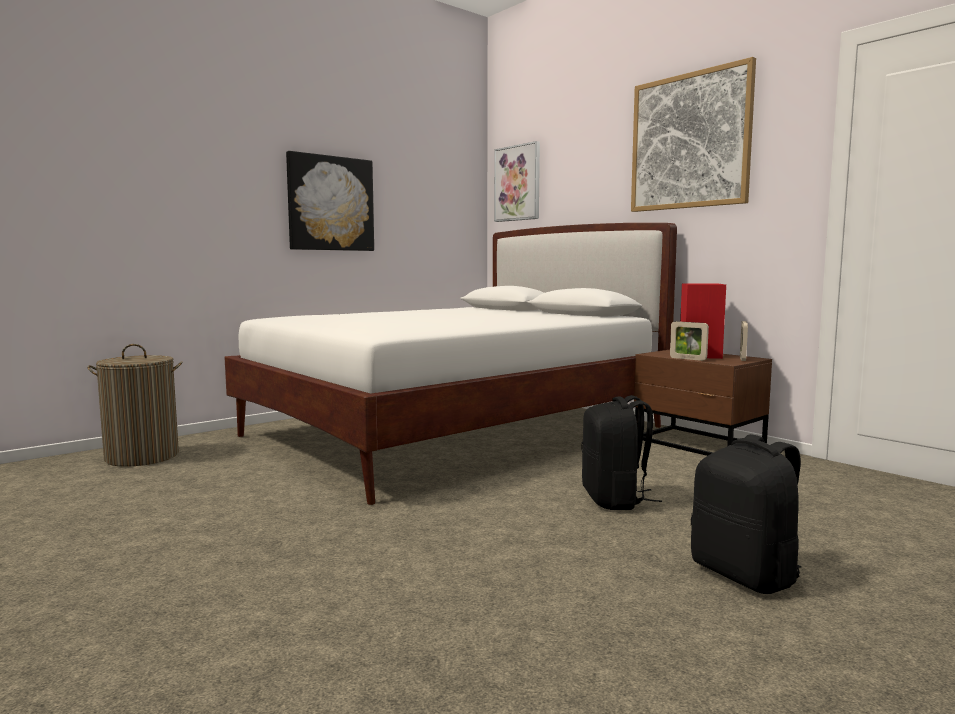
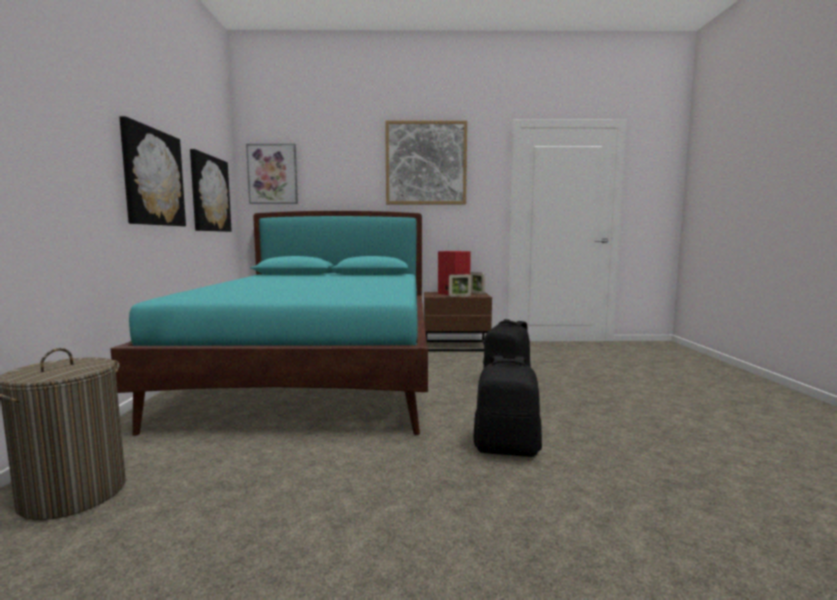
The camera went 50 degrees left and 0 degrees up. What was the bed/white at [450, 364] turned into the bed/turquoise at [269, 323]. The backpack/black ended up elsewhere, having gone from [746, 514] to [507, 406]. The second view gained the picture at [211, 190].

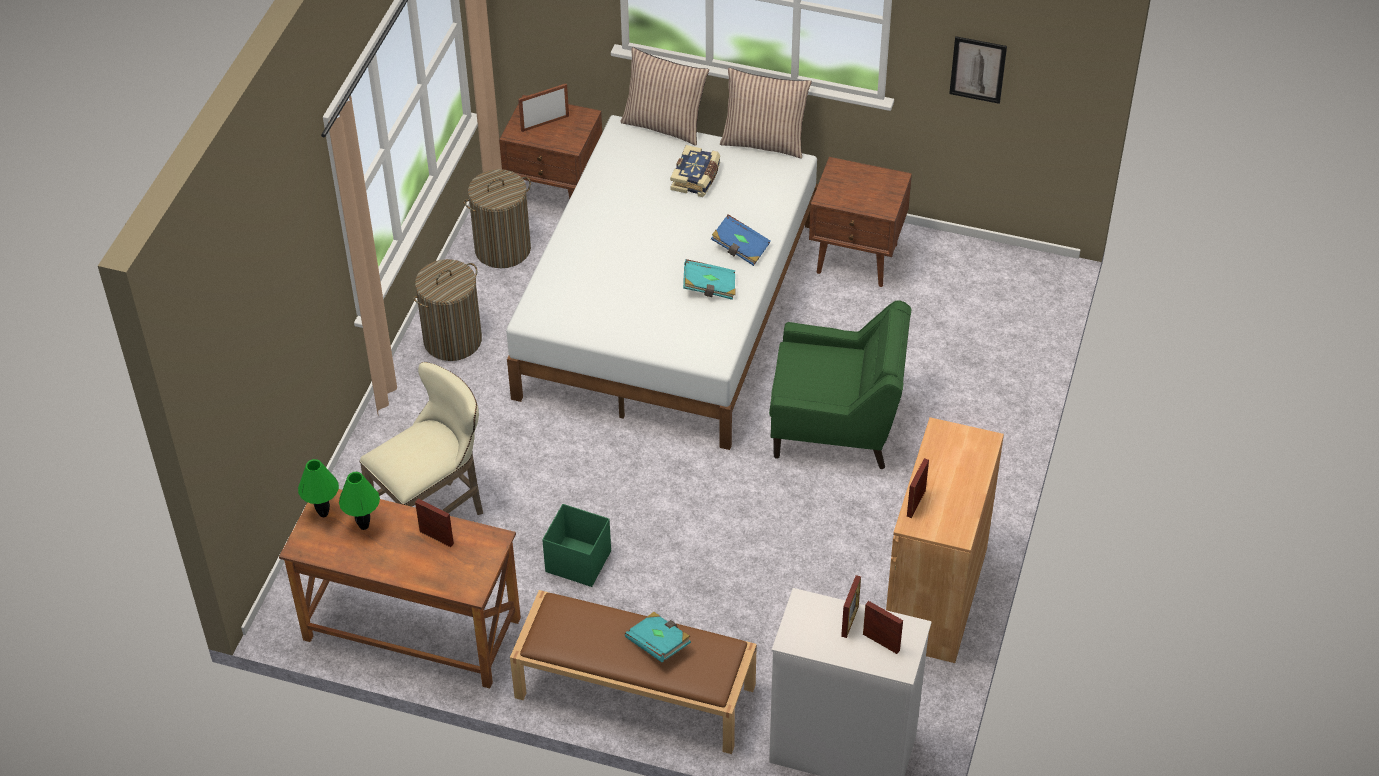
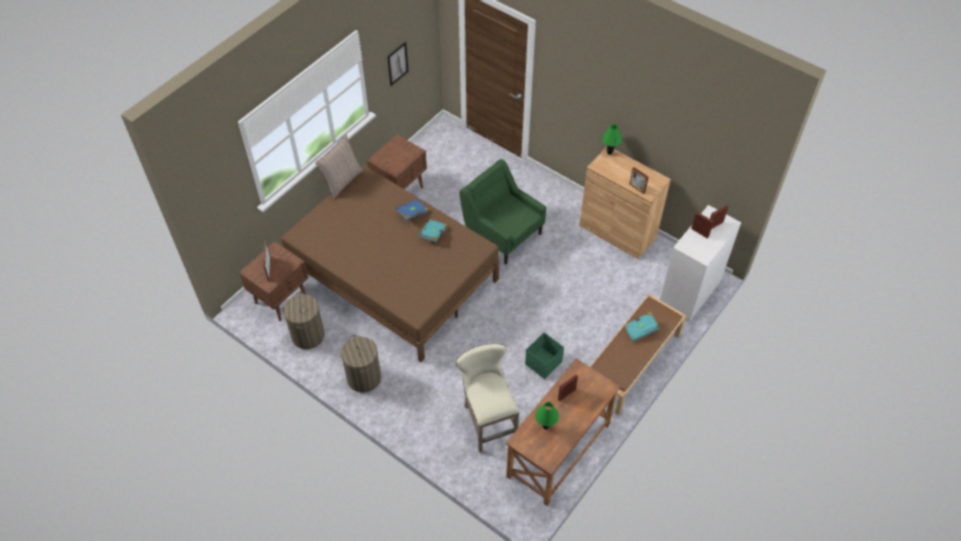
The camera went 70 degrees left and 5 degrees up. The table lamp/green ended up elsewhere, having gone from [318, 488] to [612, 139]. What was the bed/white at [662, 282] turned into the bed/brown at [390, 263]. The second view lost the pillow at [664, 96]. The second view lost the book at [695, 171]. The armchair/green at [840, 384] ended up facing another way, 75 degrees counterclockwise from before.

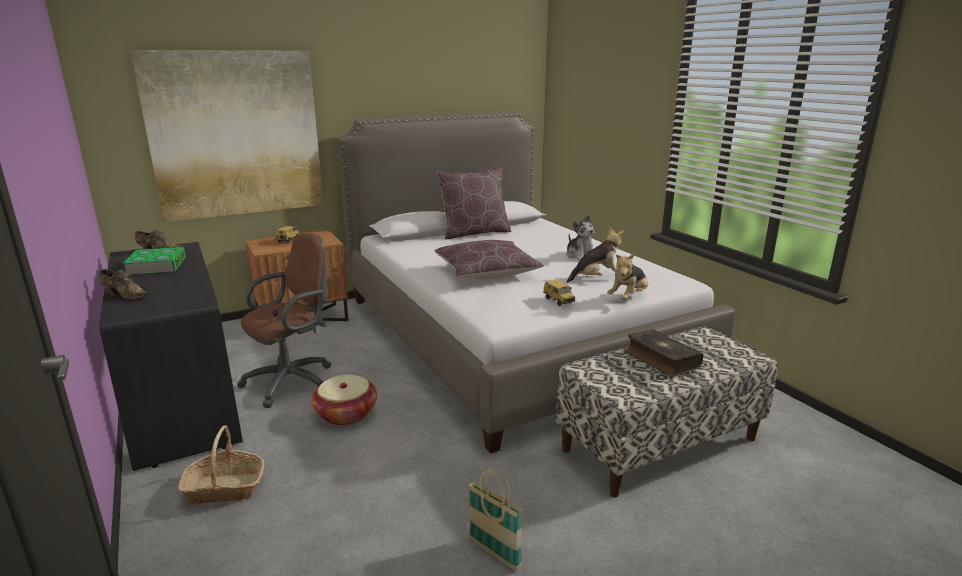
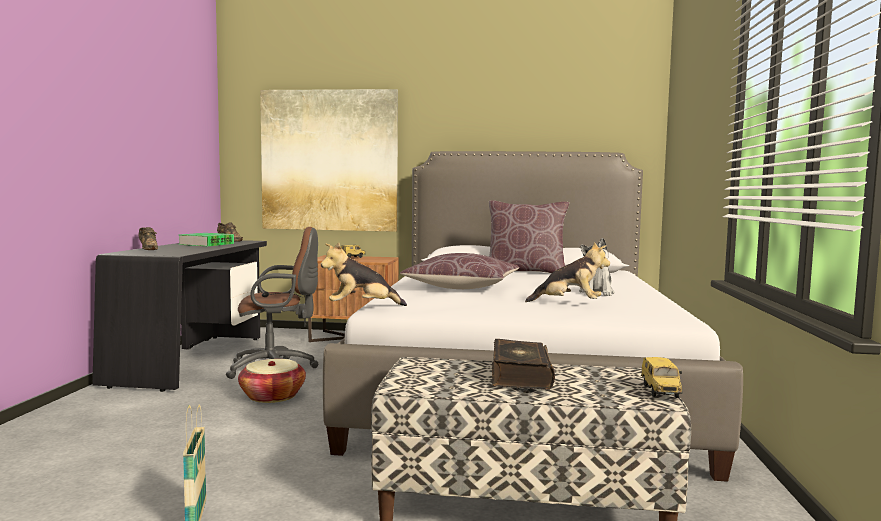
The camera went 35 degrees right and 15 degrees down. The second view lost the basket at [221, 465]. The toy car ended up elsewhere, having gone from [559, 293] to [662, 377]. The plush toy ended up elsewhere, having gone from [627, 277] to [364, 274].

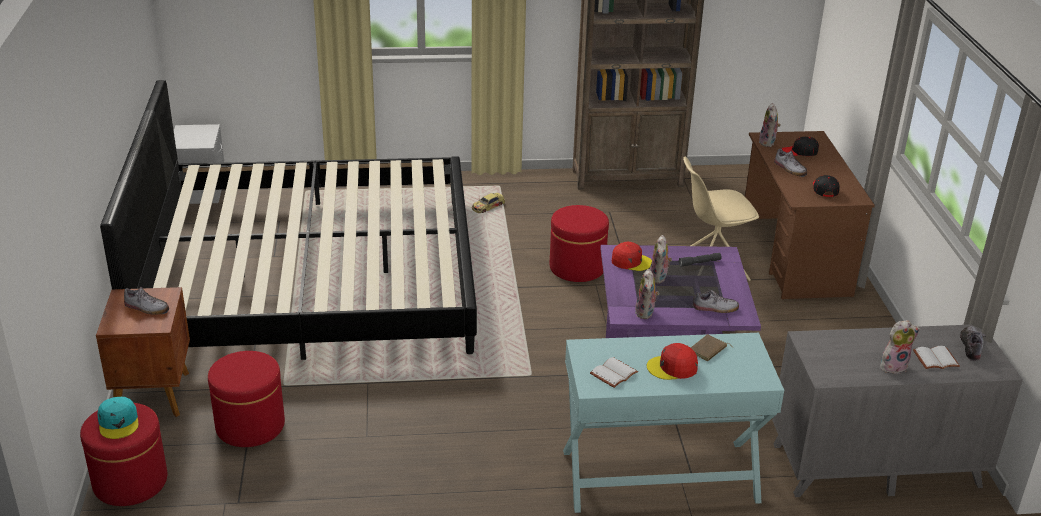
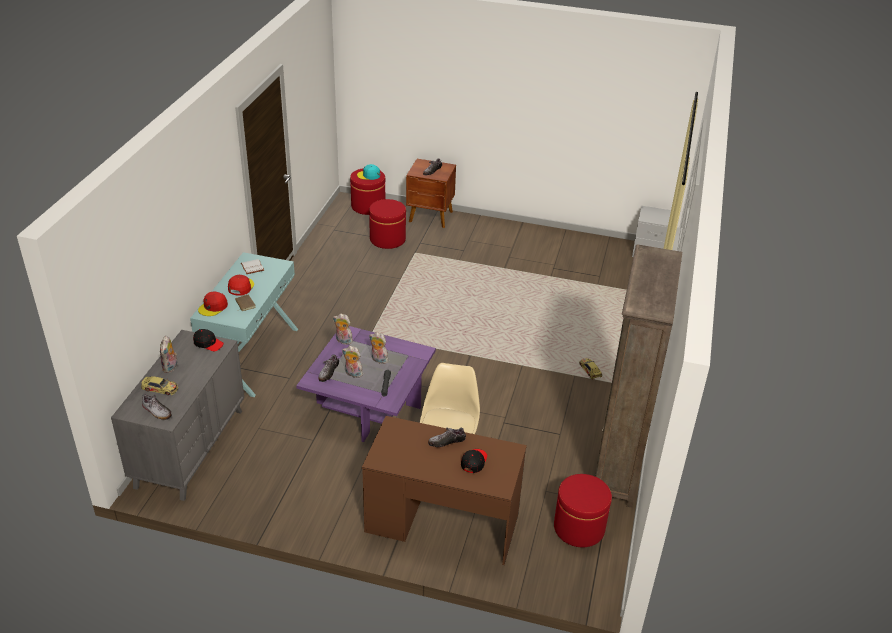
The camera went 110 degrees right and 5 degrees up. The second view lost the bed at [288, 220]. The ottoman/red ended up elsewhere, having gone from [579, 243] to [583, 510]. The cap/red ended up elsewhere, having gone from [632, 256] to [213, 303]. The plush toy ended up elsewhere, having gone from [770, 125] to [352, 362]. The cap/black ended up elsewhere, having gone from [826, 186] to [208, 340]. Where the book/white stood at [936, 357], the toy car came to stand at [159, 385].

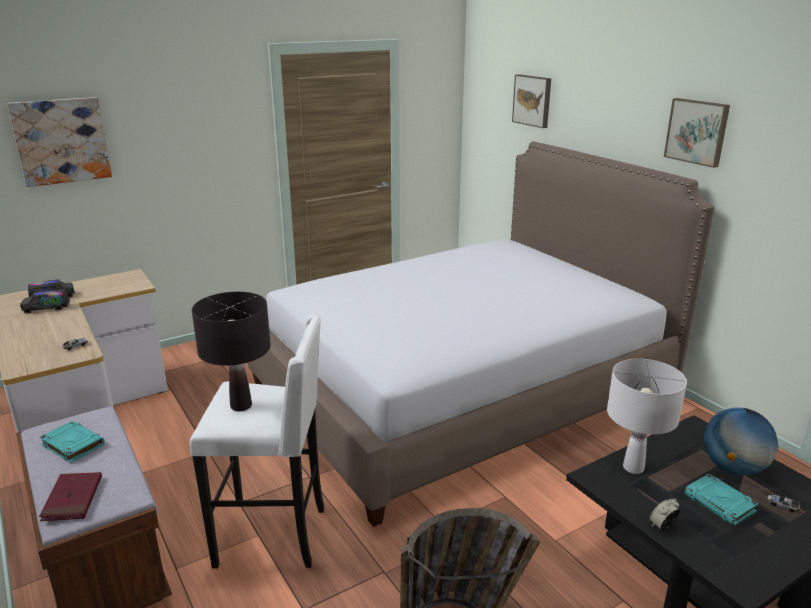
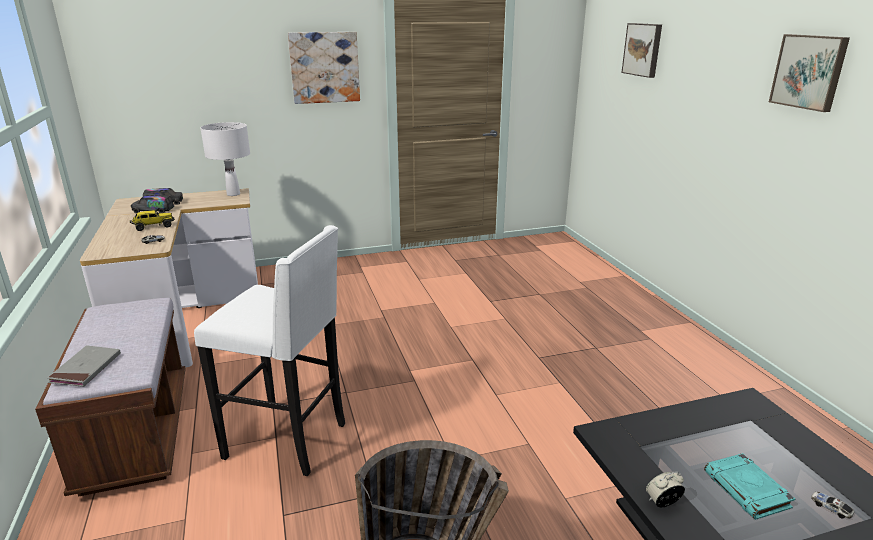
The camera went 15 degrees right and 0 degrees up. The picture ended up elsewhere, having gone from [59, 142] to [324, 68]. What was the book/red at [70, 496] turned into the book/grey at [84, 366]. The second view lost the book/turquoise at [72, 442]. The second view lost the table lamp/black at [231, 351]. The second view lost the bed at [481, 334]. The table lamp/white ended up elsewhere, having gone from [647, 416] to [225, 159]. The second view lost the globe at [741, 442]. The second view gained the toy truck at [152, 220].

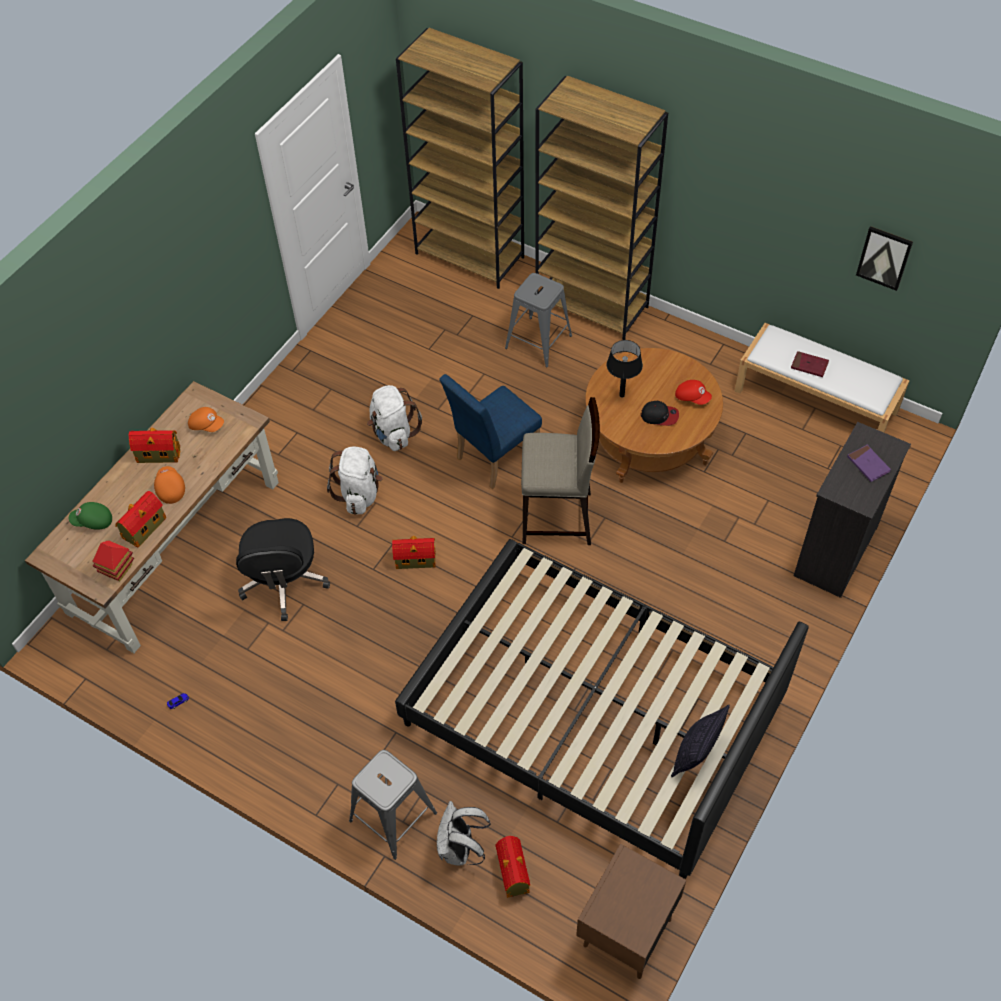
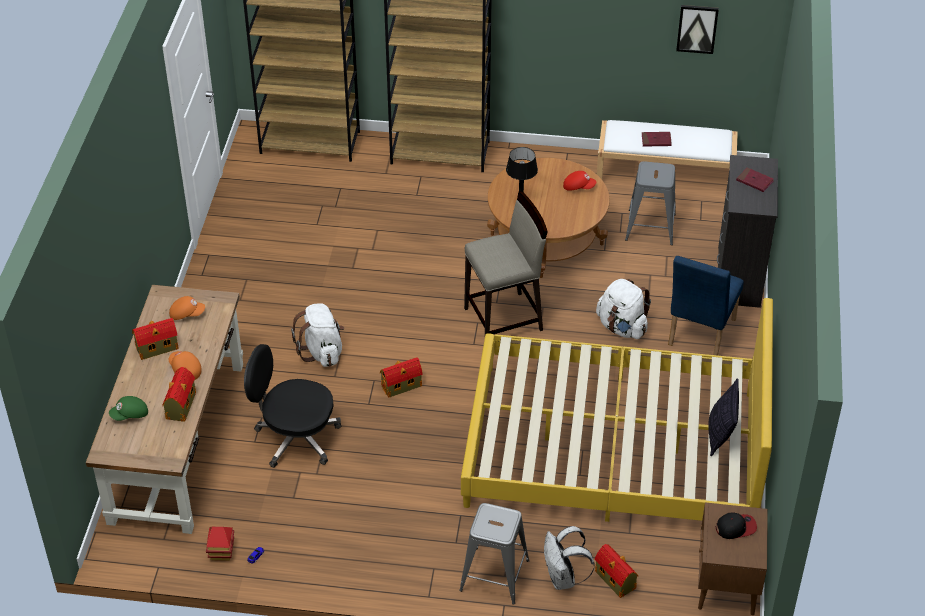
The camera went 25 degrees left and 10 degrees down. The toy house ended up elsewhere, having gone from [113, 560] to [220, 544]. The office chair/black at [283, 569] ended up facing another way, 135 degrees clockwise from before. The backpack/white ended up elsewhere, having gone from [394, 418] to [623, 309]. What was the bed/black at [602, 709] turned into the bed/yellow at [617, 410]. The chair/blue ended up elsewhere, having gone from [490, 431] to [706, 306]. The stool/grey ended up elsewhere, having gone from [538, 320] to [650, 203]. The cap ended up elsewhere, having gone from [660, 413] to [736, 526]. What was the book/purple at [869, 463] turned into the book/red at [755, 179].

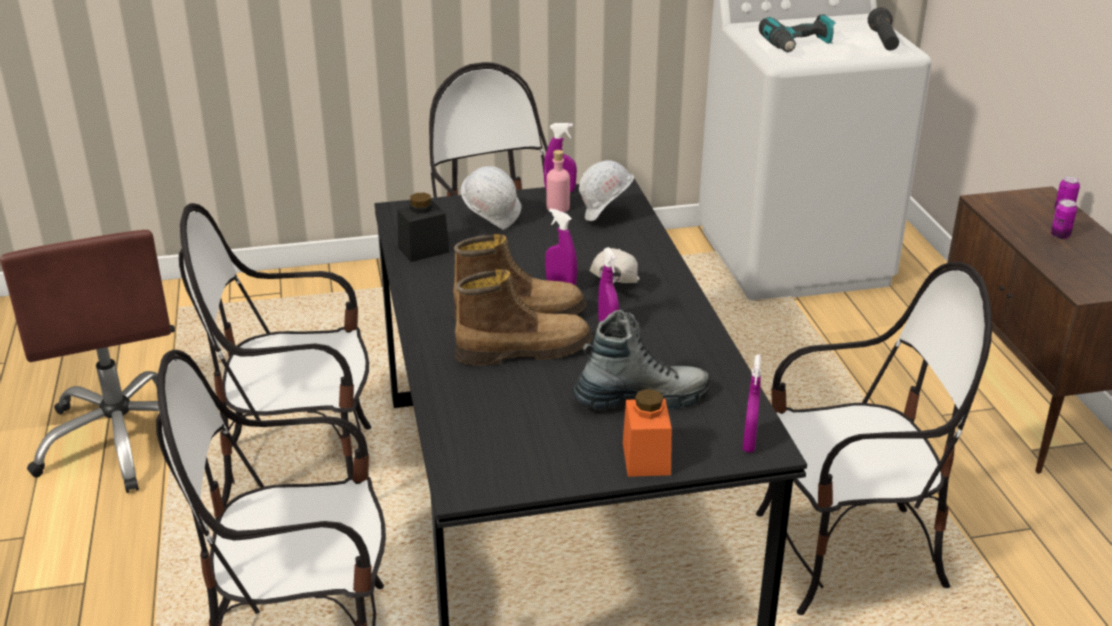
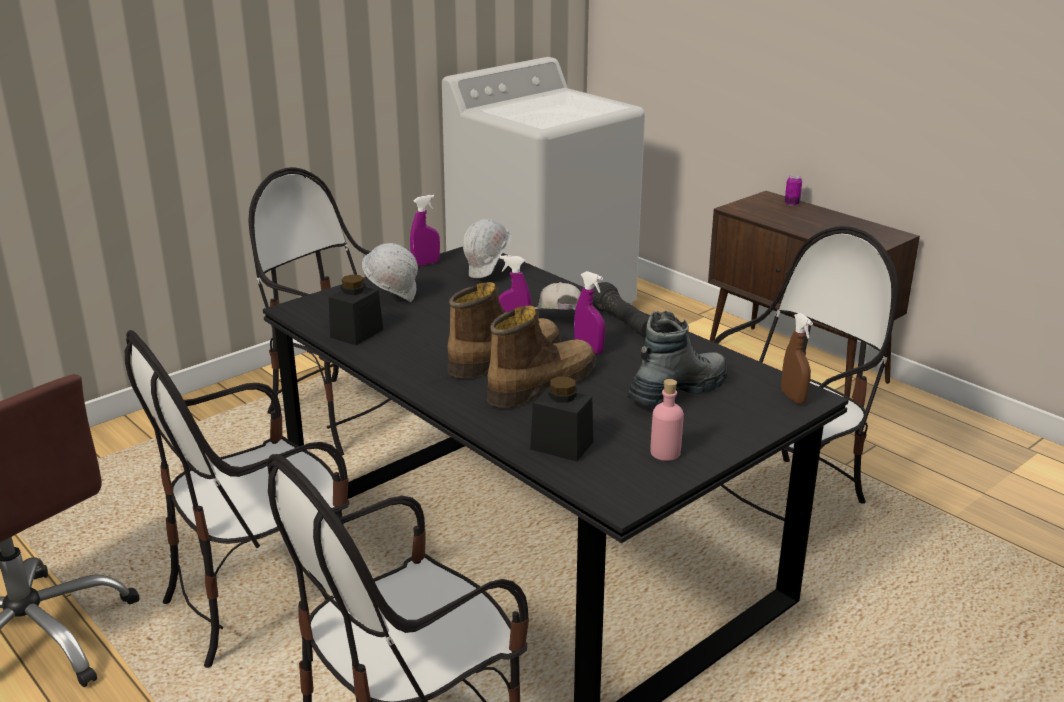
The camera went 30 degrees left and 5 degrees down. The bottle/pink ended up elsewhere, having gone from [558, 181] to [667, 420]. The second view lost the jar/orange at [647, 433]. What was the spray bottle/purple at [752, 404] turned into the spray bottle/brown at [797, 358]. The second view lost the power drill at [797, 33]. The flashlight/black ended up elsewhere, having gone from [883, 29] to [621, 309]. The second view lost the can at [1064, 219]. The second view gained the jar/black at [561, 418].

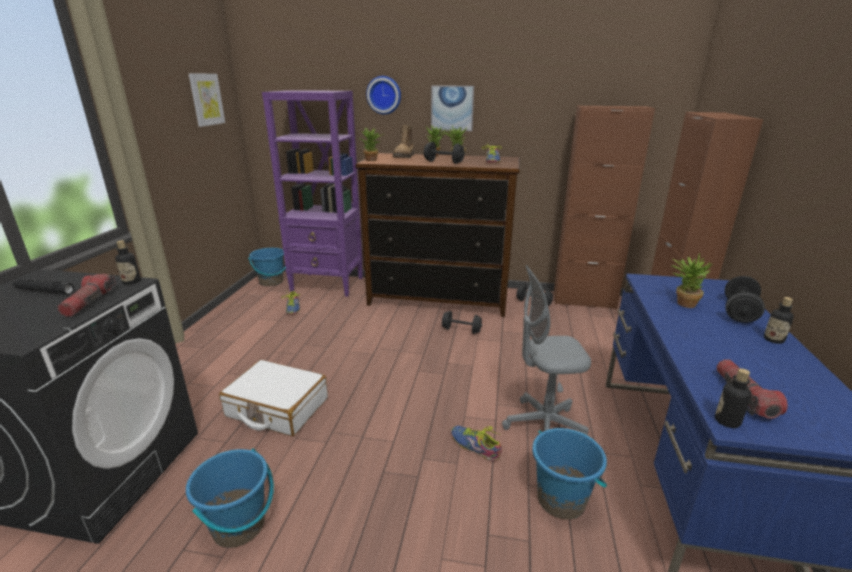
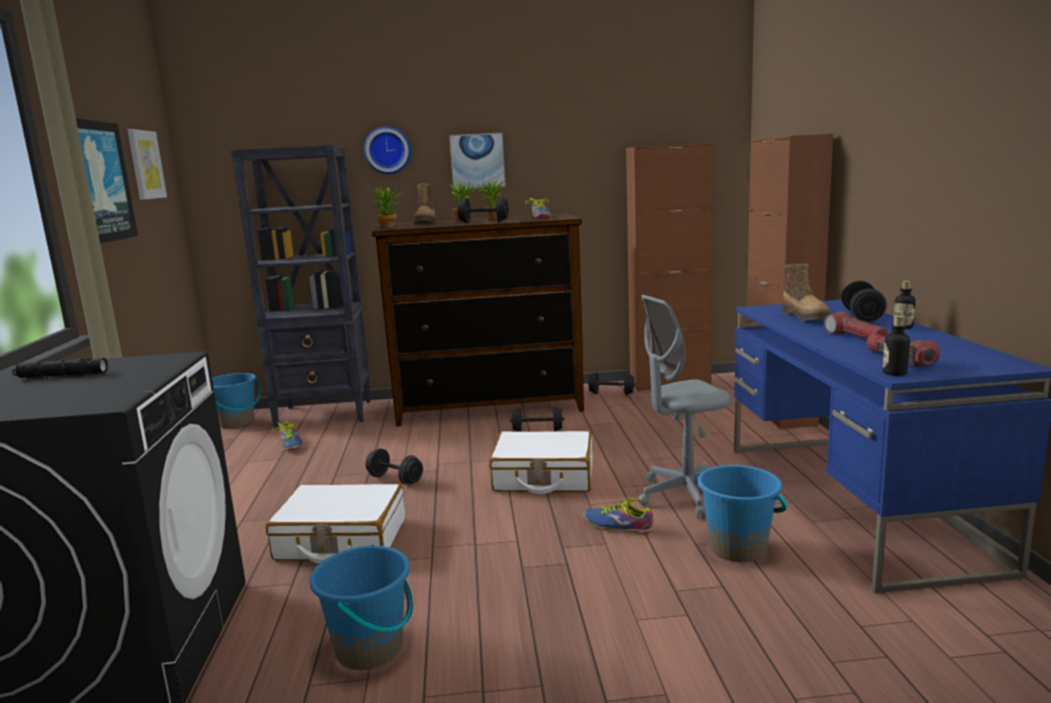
The camera went 15 degrees left and 10 degrees down. The flashlight ended up elsewhere, having gone from [87, 295] to [856, 325]. The second view lost the bottle at [128, 262]. What was the bookcase/purple at [312, 193] turned into the bookcase/black at [301, 287]. Where the potted plant stood at [691, 280], the boot came to stand at [806, 292]. The second view gained the picture at [107, 181]. The second view gained the dumbbell/black at [394, 467]. The second view gained the suitcase/white at [540, 462].

